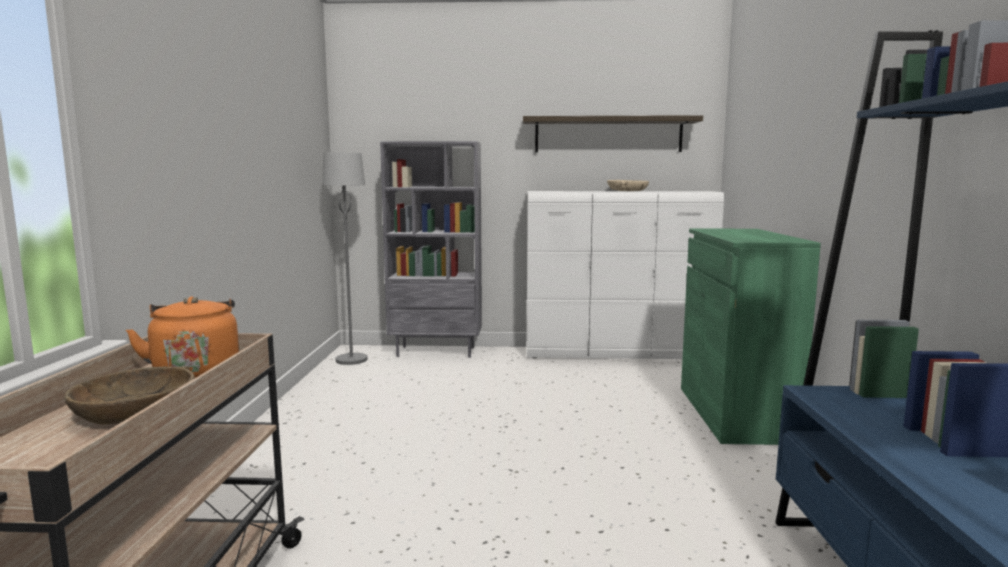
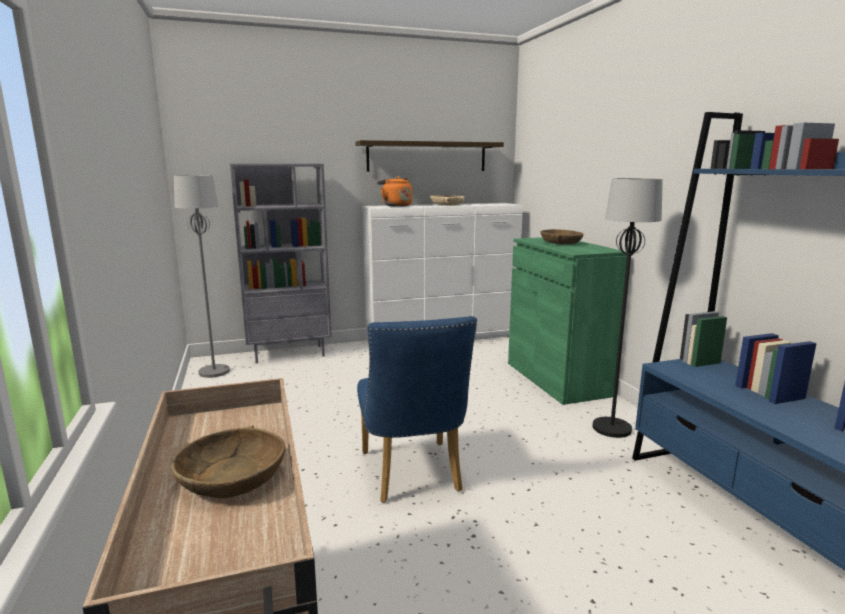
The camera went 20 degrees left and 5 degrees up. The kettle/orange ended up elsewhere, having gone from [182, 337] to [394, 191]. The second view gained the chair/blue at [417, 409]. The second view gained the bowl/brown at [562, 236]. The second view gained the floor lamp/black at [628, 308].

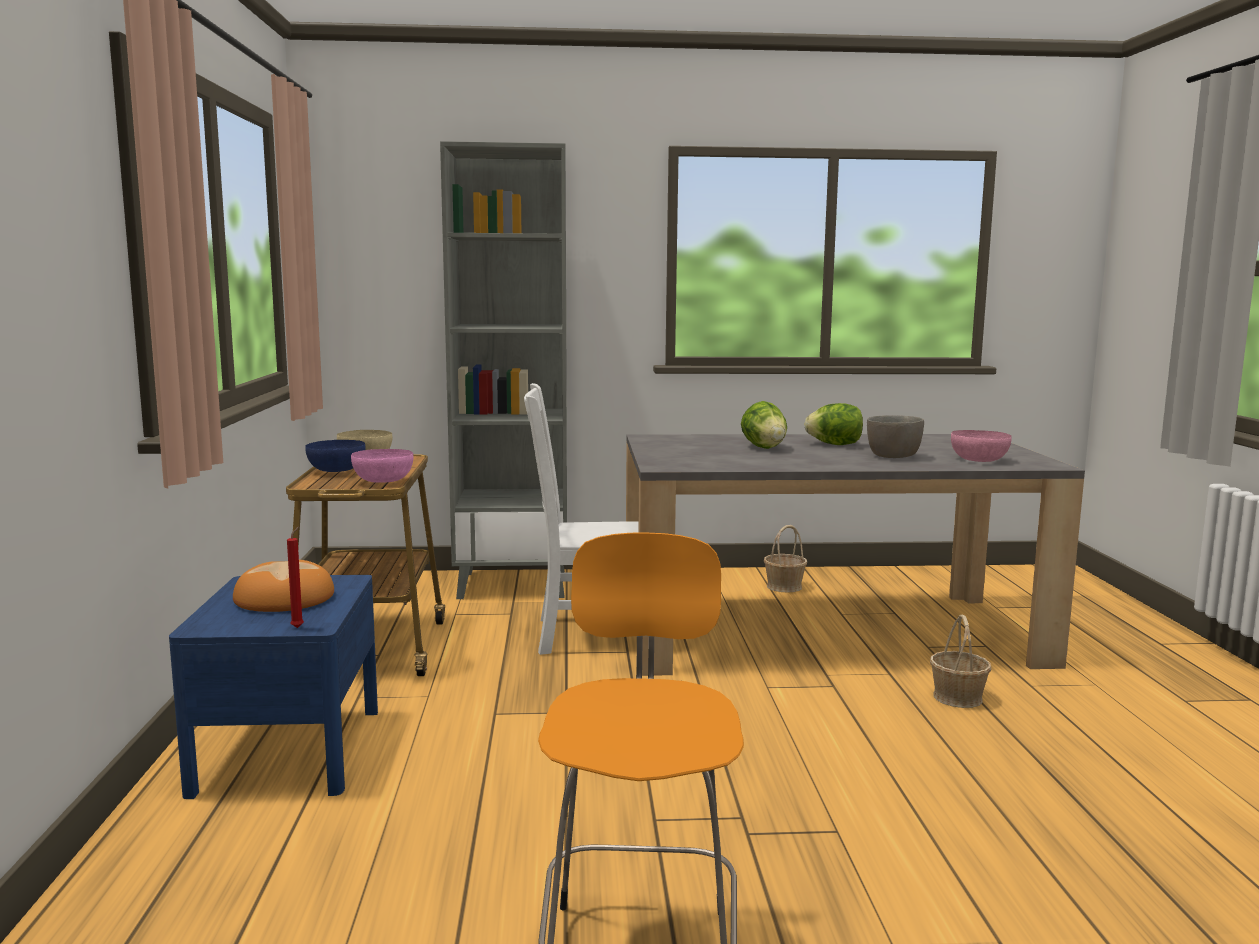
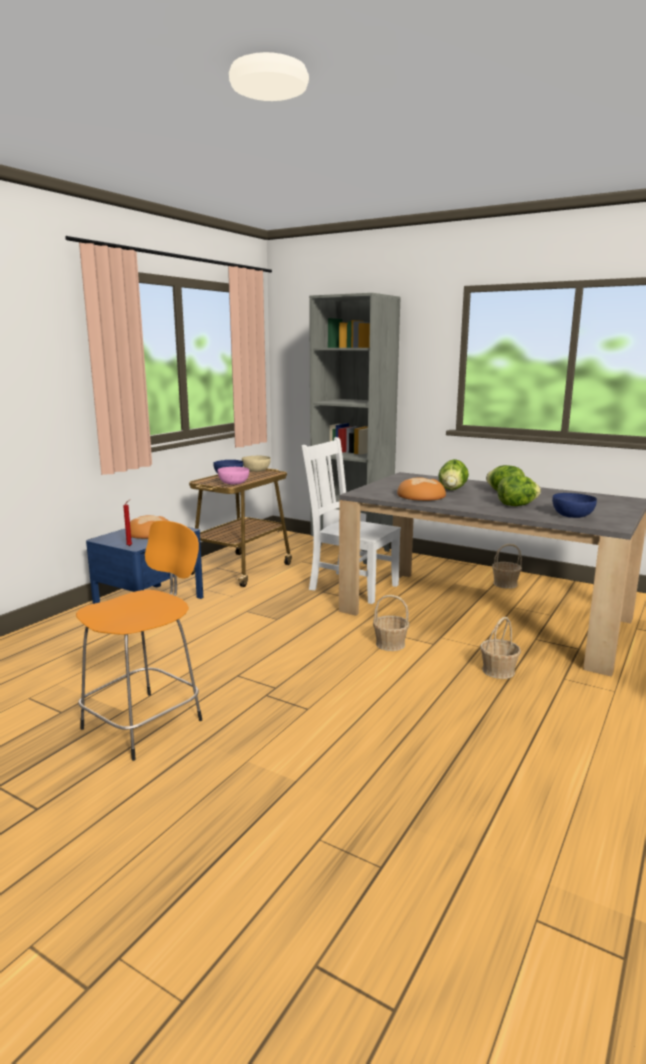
The camera went 35 degrees right and 5 degrees up. Where the bowl/grey stood at [895, 436], the lettuce came to stand at [519, 490]. What was the bowl/pink at [981, 446] turned into the bowl/blue at [574, 505]. The second view gained the basket at [391, 623]. The second view gained the bread at [421, 489].

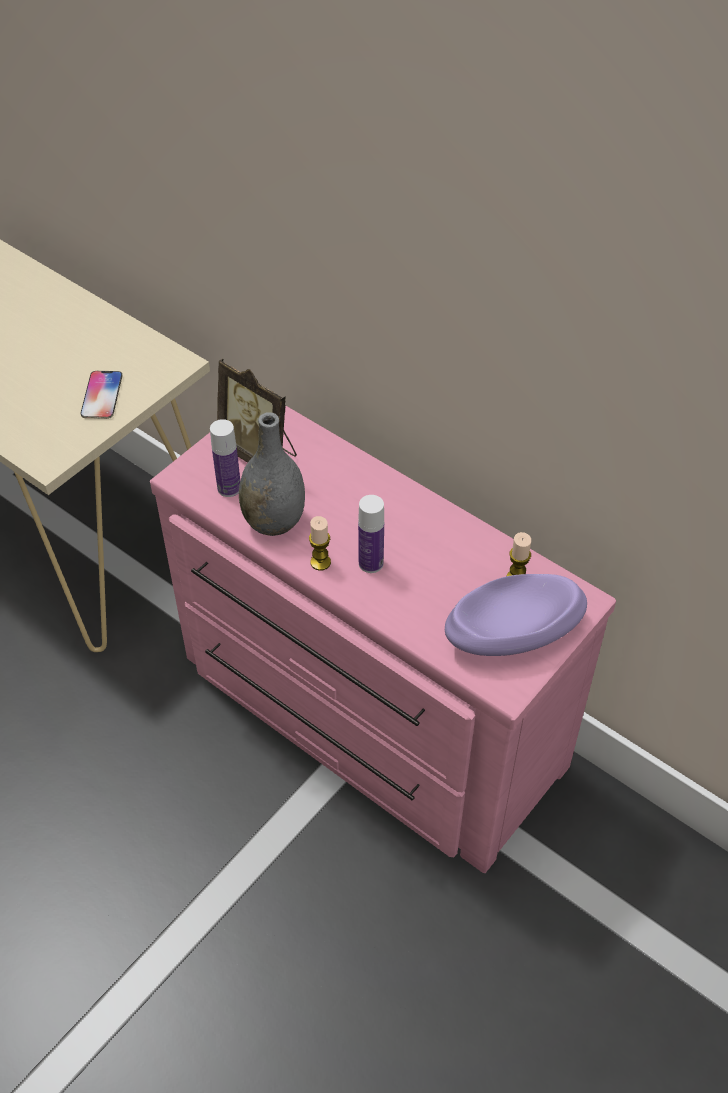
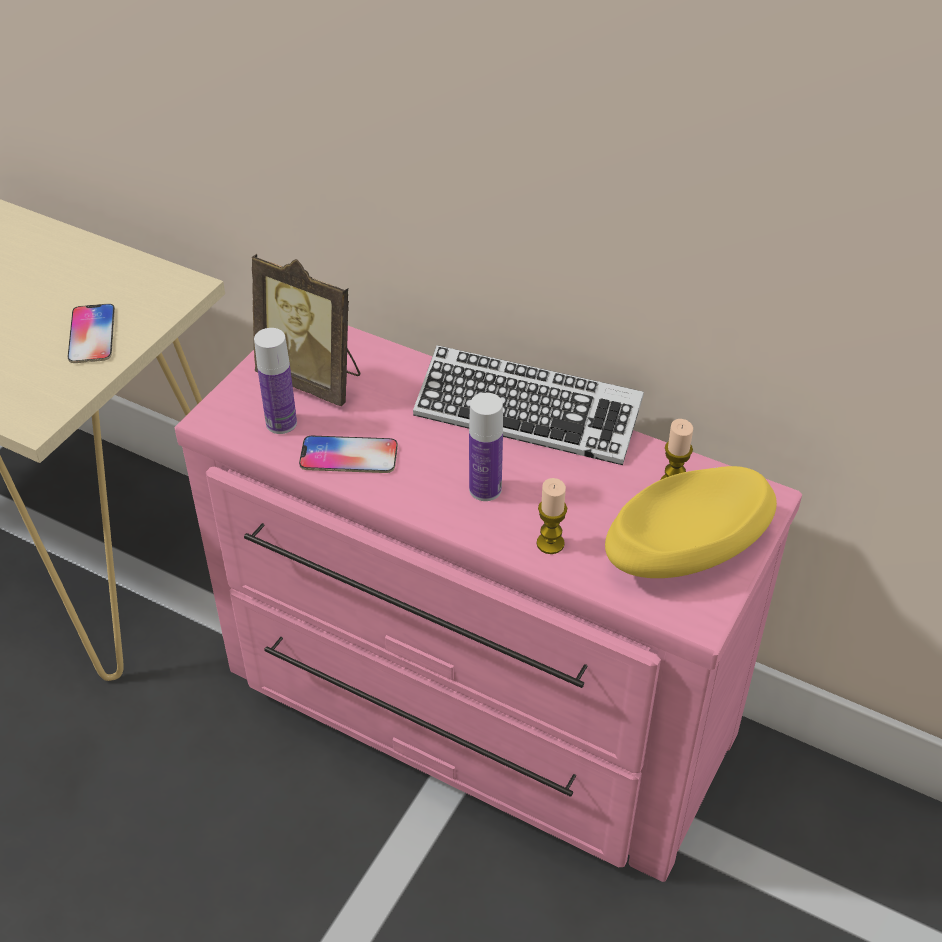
The camera went 10 degrees left and 5 degrees down. Where the vase/grey stood at [272, 474], the phone came to stand at [348, 454]. The candle ended up elsewhere, having gone from [320, 543] to [552, 516]. What was the bowl/purple at [516, 615] turned into the bowl/yellow at [691, 522]. The second view gained the keyboard at [528, 405].

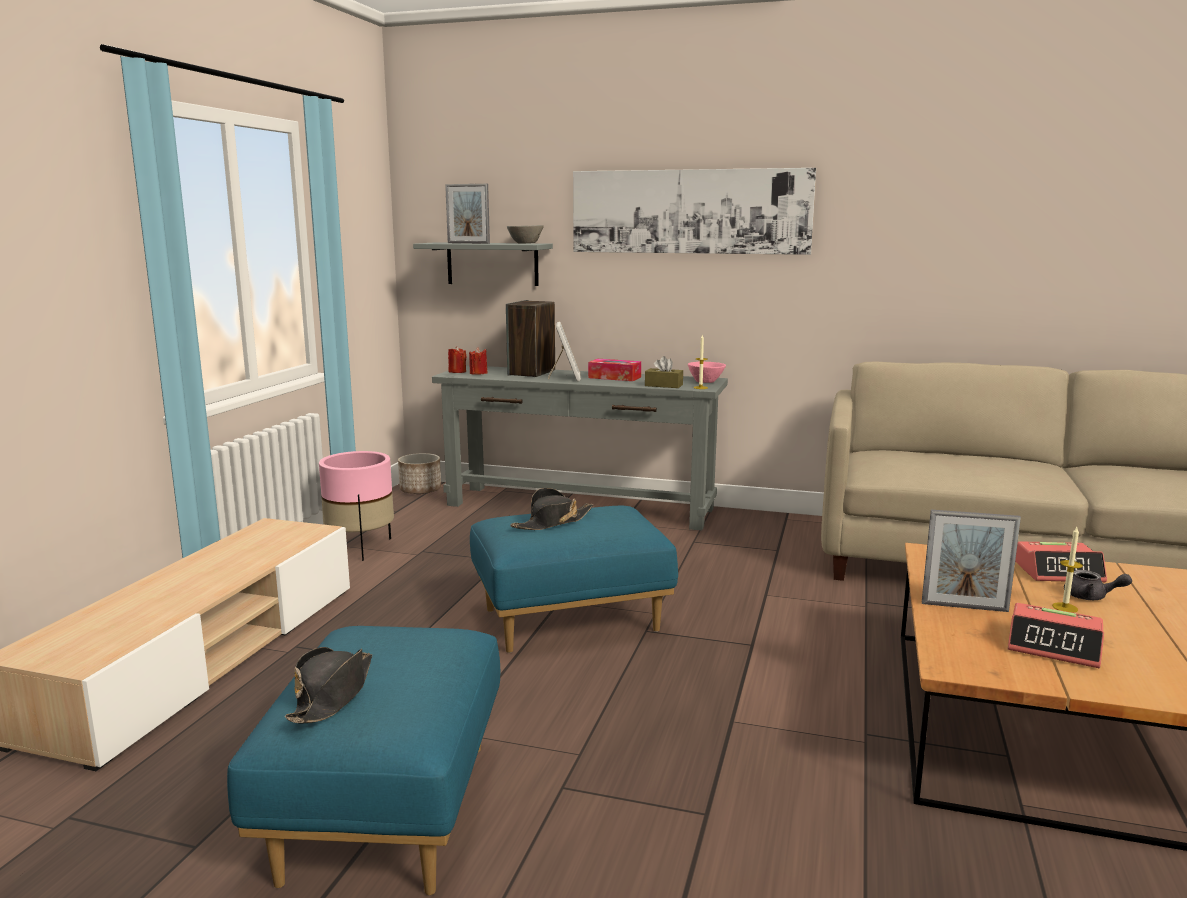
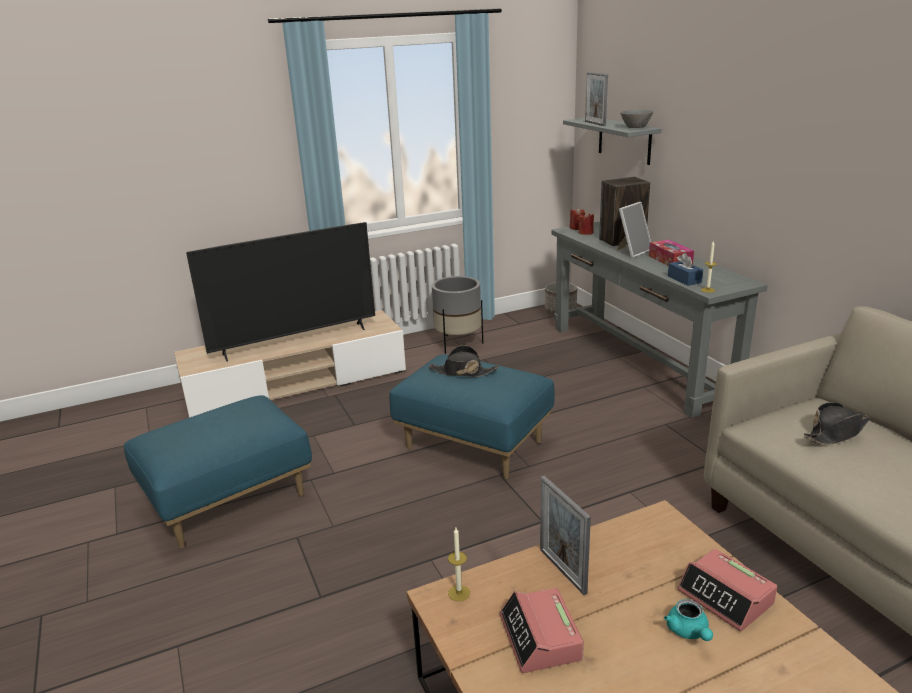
The camera went 50 degrees right and 10 degrees up. The hat/black ended up elsewhere, having gone from [328, 685] to [837, 423]. What was the planter/pink at [356, 506] turned into the planter/grey at [457, 315]. The second view lost the picture at [694, 211]. What was the tissue box/brown at [664, 372] turned into the tissue box/blue at [685, 269]. The second view lost the bowl/pink at [707, 372]. The candle ended up elsewhere, having gone from [1067, 570] to [459, 564]. What was the teapot/grey at [1098, 585] turned into the teapot/turquoise at [688, 620]. The second view gained the television at [280, 292].

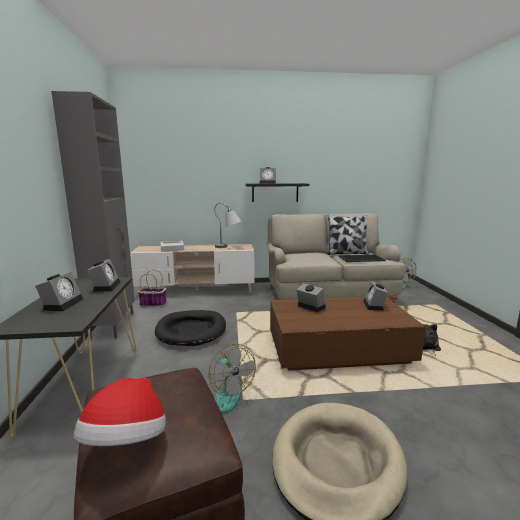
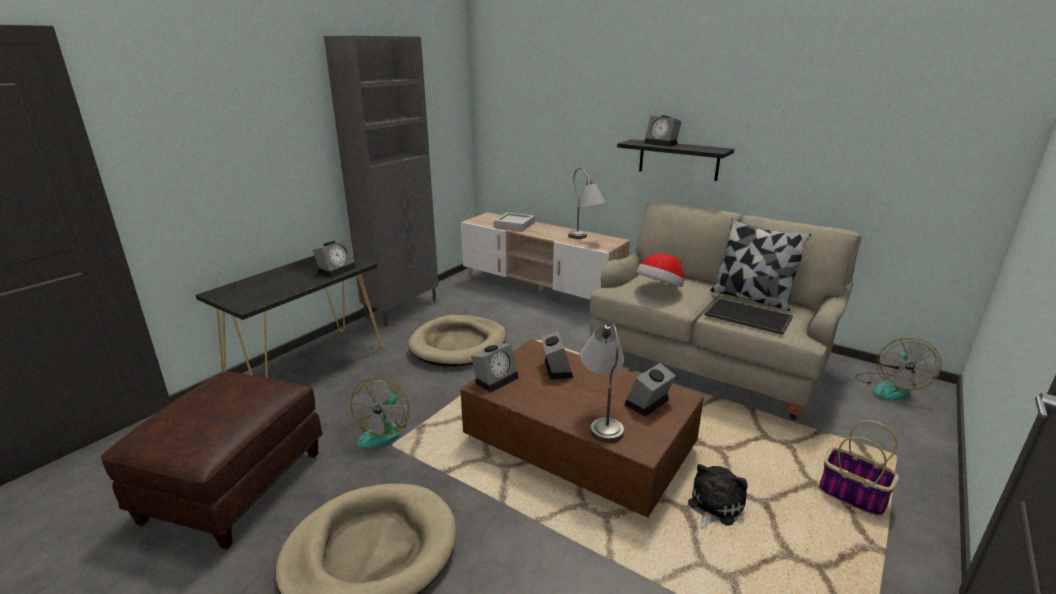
The camera went 40 degrees right and 10 degrees up. The alarm clock ended up elsewhere, having gone from [59, 291] to [495, 367]. The hat ended up elsewhere, having gone from [120, 412] to [660, 270]. The basket ended up elsewhere, having gone from [152, 288] to [859, 468]. What was the dog bed/black at [190, 328] turned into the dog bed/beige at [457, 340]. The second view gained the table lamp/grey at [602, 383].

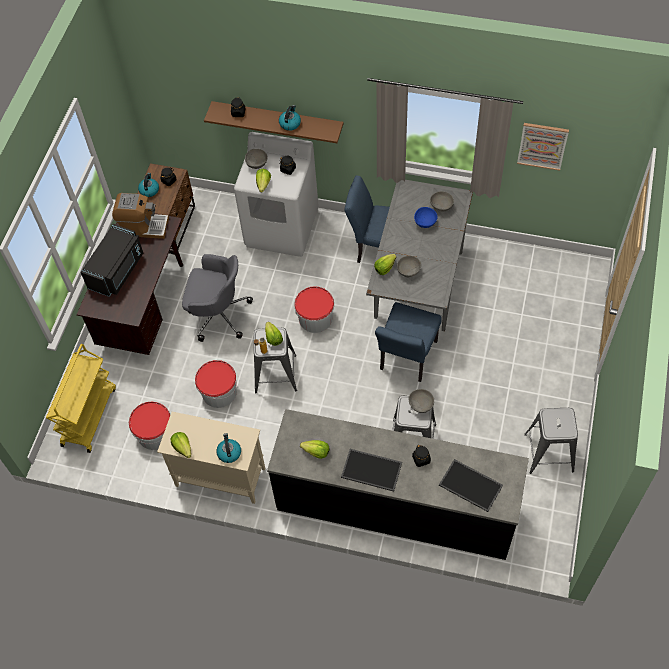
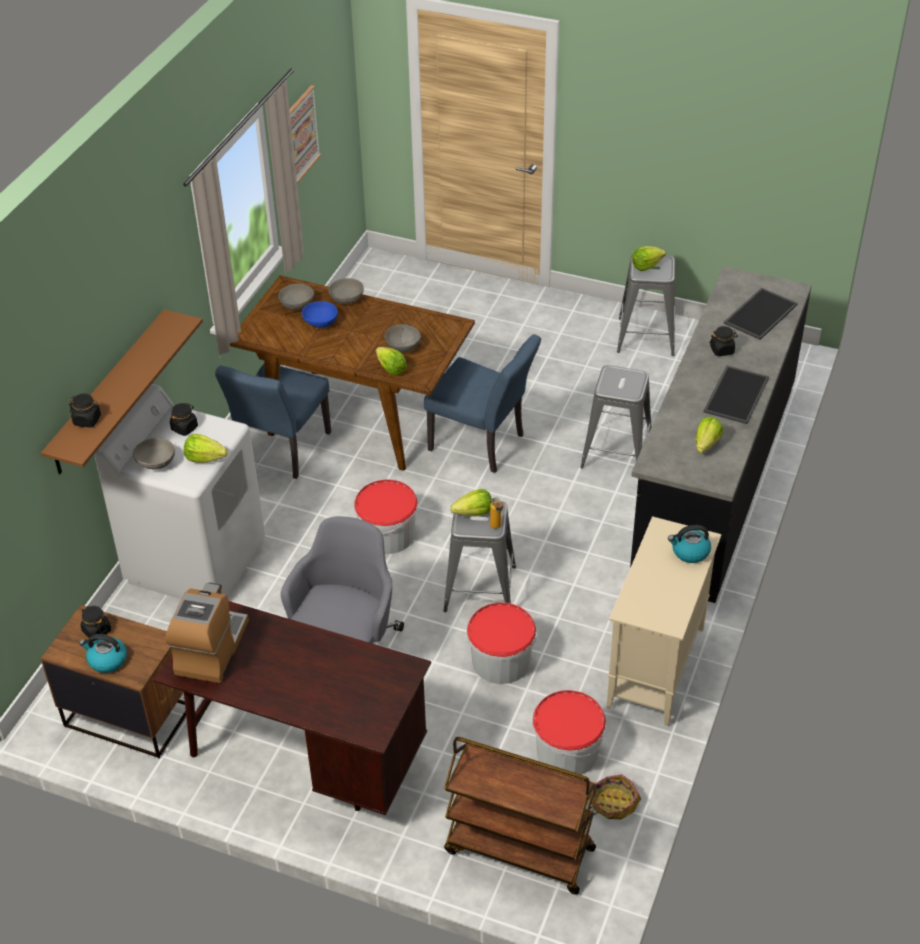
The camera went 85 degrees left and 15 degrees down. What was the cart/yellow at [81, 398] turned into the cart/brown at [520, 816]. The second view lost the microwave/black at [112, 260]. The lettuce ended up elsewhere, having gone from [180, 445] to [649, 258]. The second view lost the kettle at [290, 118]. What was the dining table/grey at [419, 255] turned into the dining table/brown at [352, 373]. The bowl/grey ended up elsewhere, having gone from [421, 401] to [346, 291]. The second view gained the basket at [615, 797].

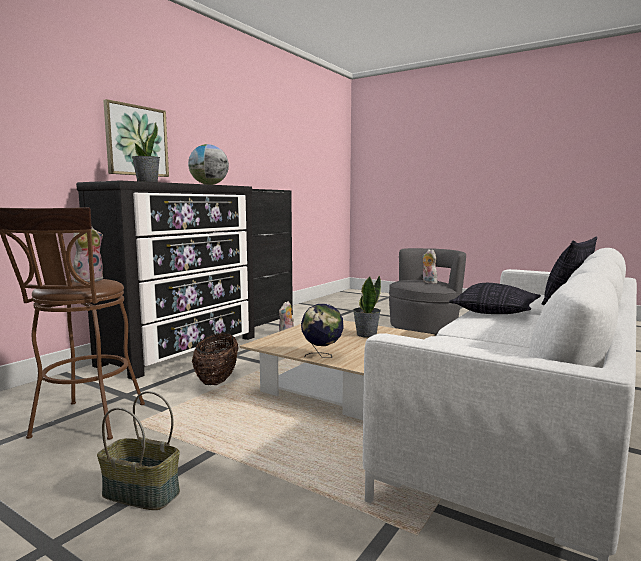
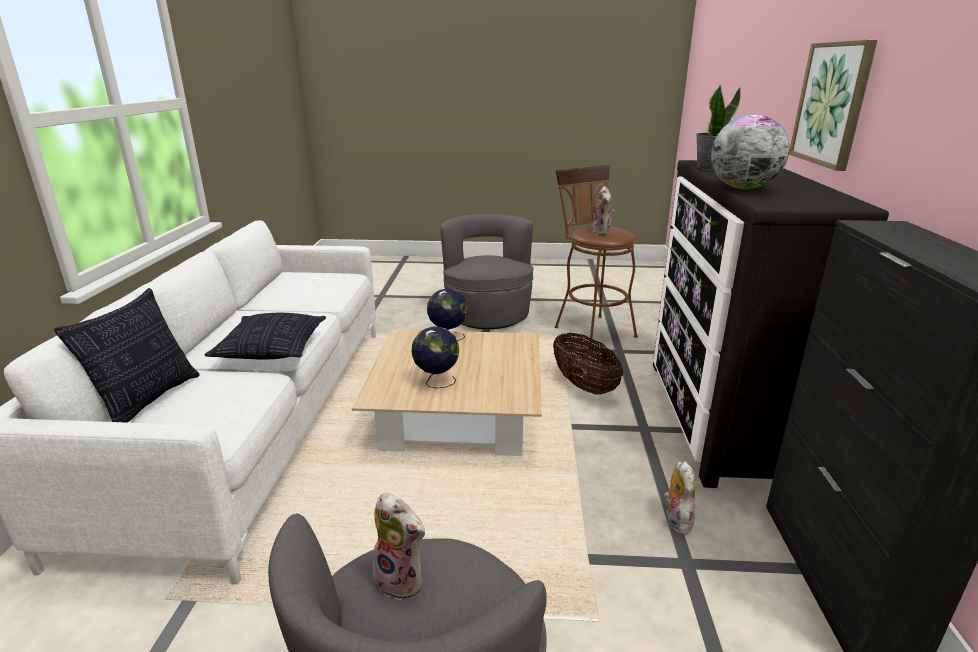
The camera went 150 degrees right and 15 degrees up. Where the basket stood at [138, 450], the armchair/grey came to stand at [486, 271]. Where the potted plant stood at [367, 307], the globe came to stand at [435, 357].

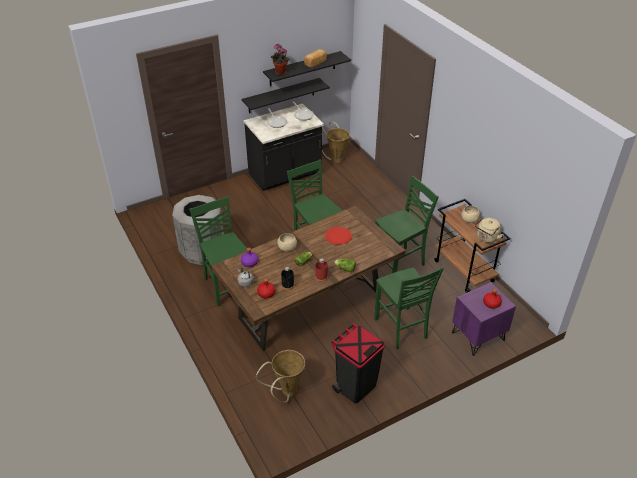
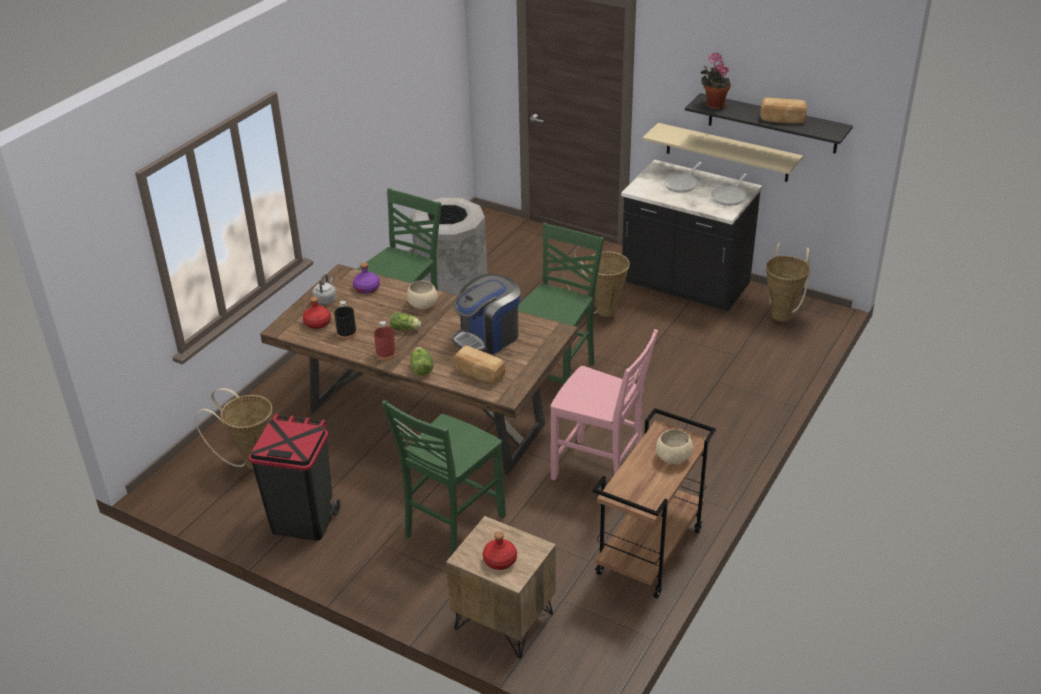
The camera went 60 degrees right and 5 degrees down. What was the shelf/black at [286, 95] turned into the shelf/beige at [722, 152]. Where the plate/red stood at [338, 236], the coffee machine came to stand at [486, 314]. What was the chair/green at [407, 224] turned into the chair/pink at [604, 405]. What was the nightstand/purple at [484, 319] turned into the nightstand/brown at [501, 587]. The second view lost the kettle/beige at [489, 230]. The second view gained the bread at [479, 364]. The second view gained the basket at [596, 281].

